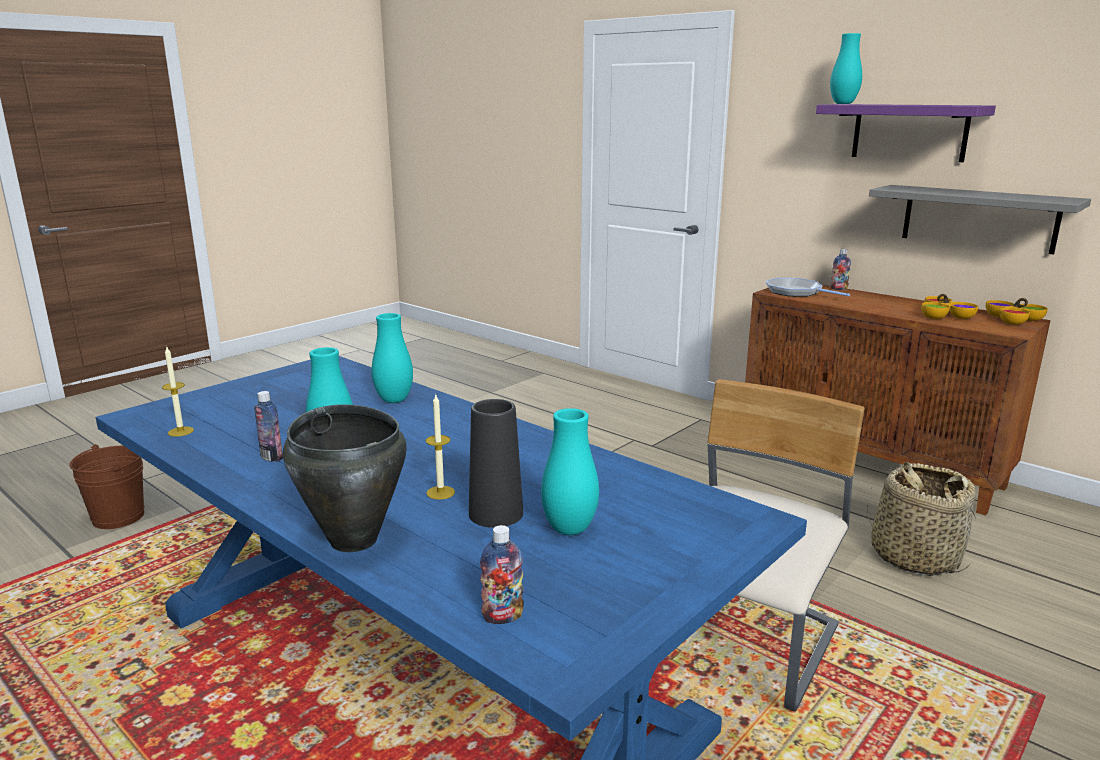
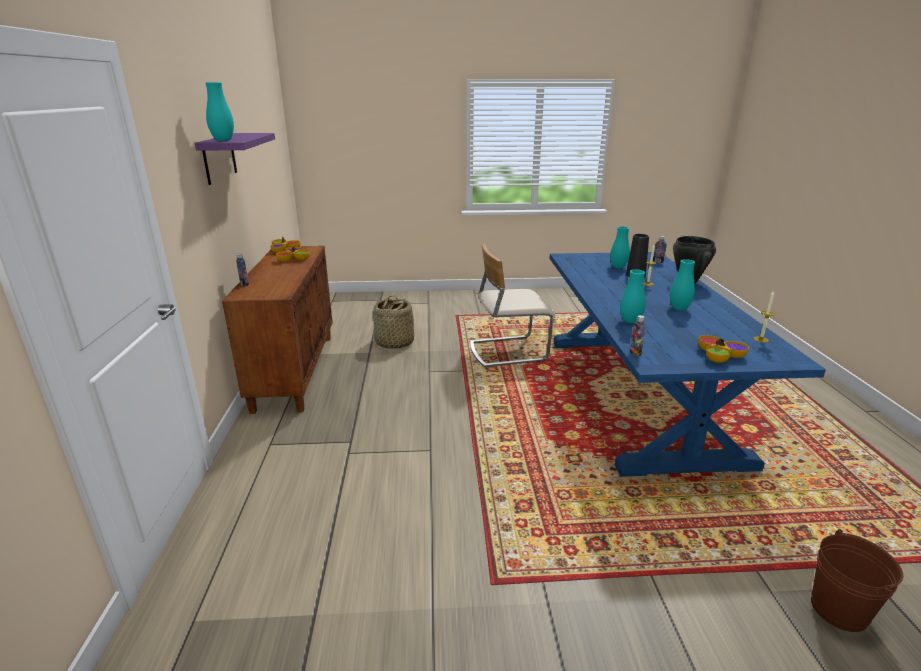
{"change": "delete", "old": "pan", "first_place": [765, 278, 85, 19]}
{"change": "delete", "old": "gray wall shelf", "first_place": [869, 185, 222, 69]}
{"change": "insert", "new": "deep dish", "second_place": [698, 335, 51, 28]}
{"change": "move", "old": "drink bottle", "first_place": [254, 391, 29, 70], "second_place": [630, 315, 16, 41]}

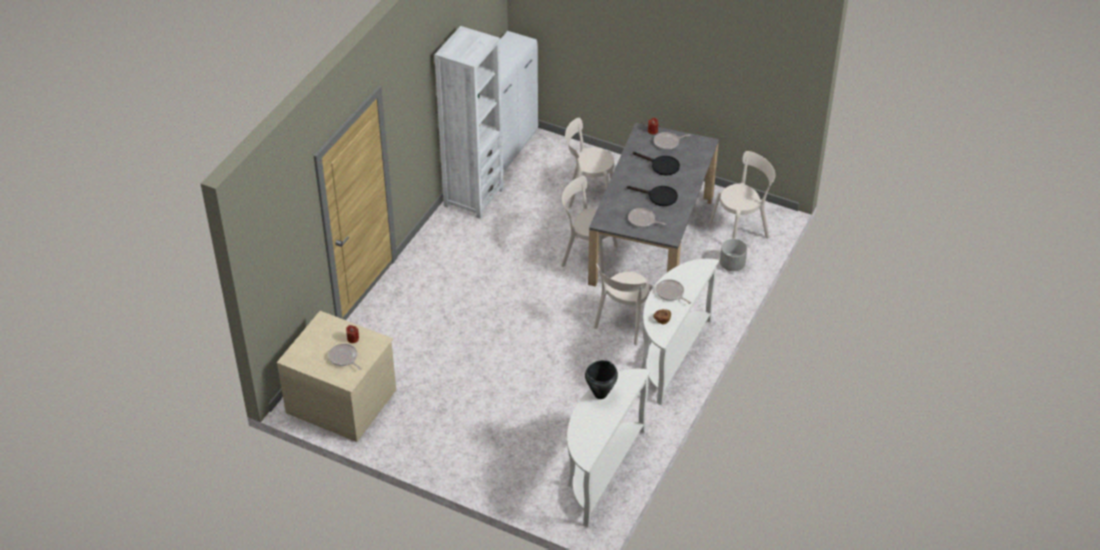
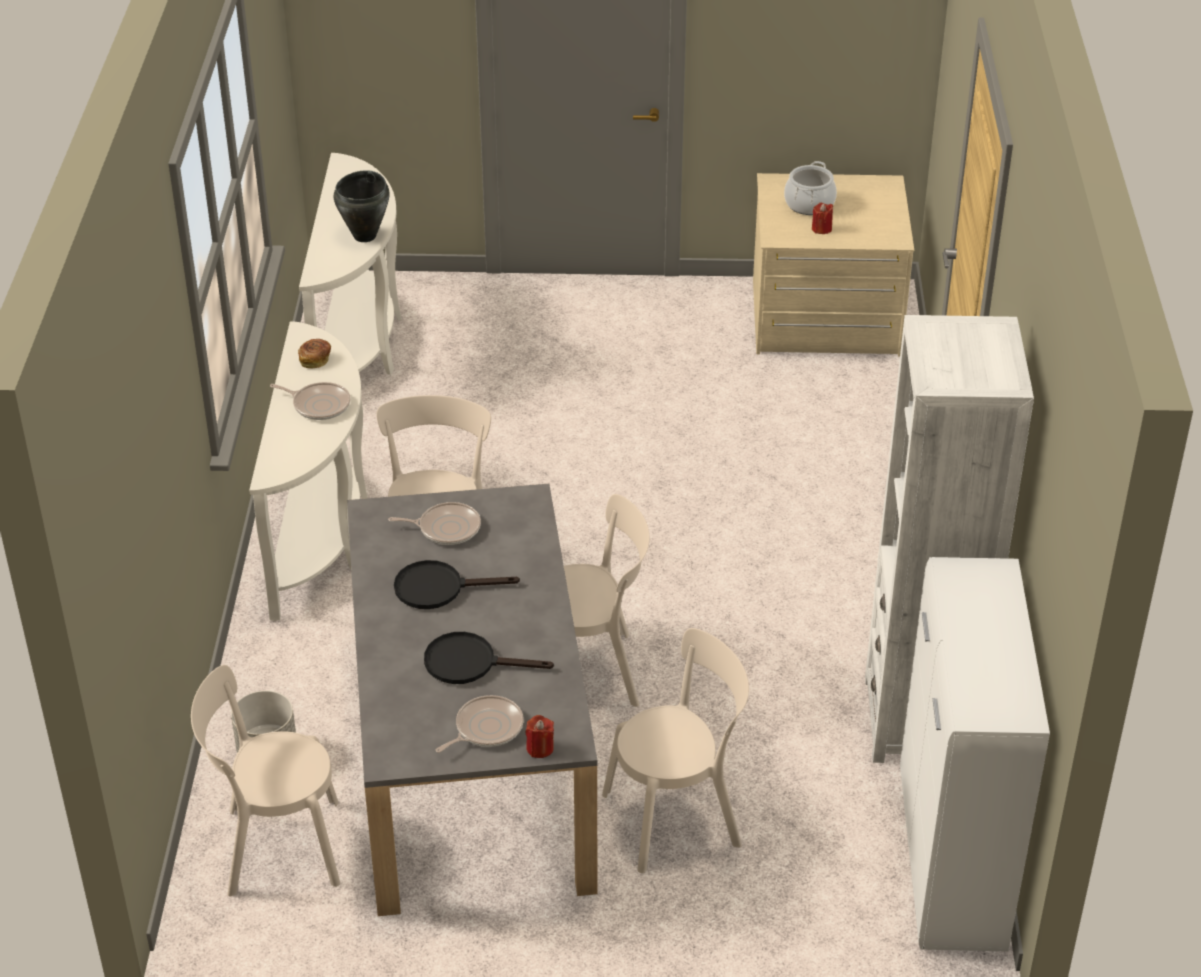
{"change": "replace", "old": "pan", "new": "cooking pot", "first_place": [328, 344, 34, 26], "second_place": [784, 161, 53, 54]}
{"change": "rotate", "old": "beige plain chair", "first_place": [709, 151, 66, 88], "second_place": [191, 665, 149, 231], "degrees": 45}

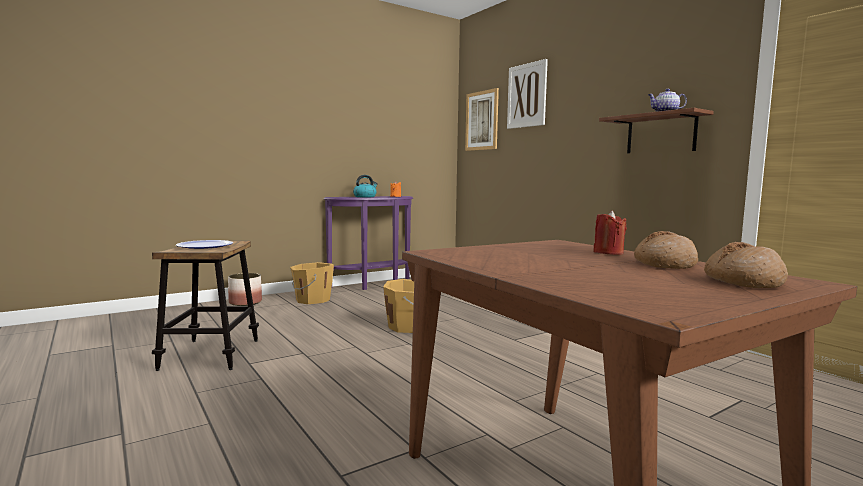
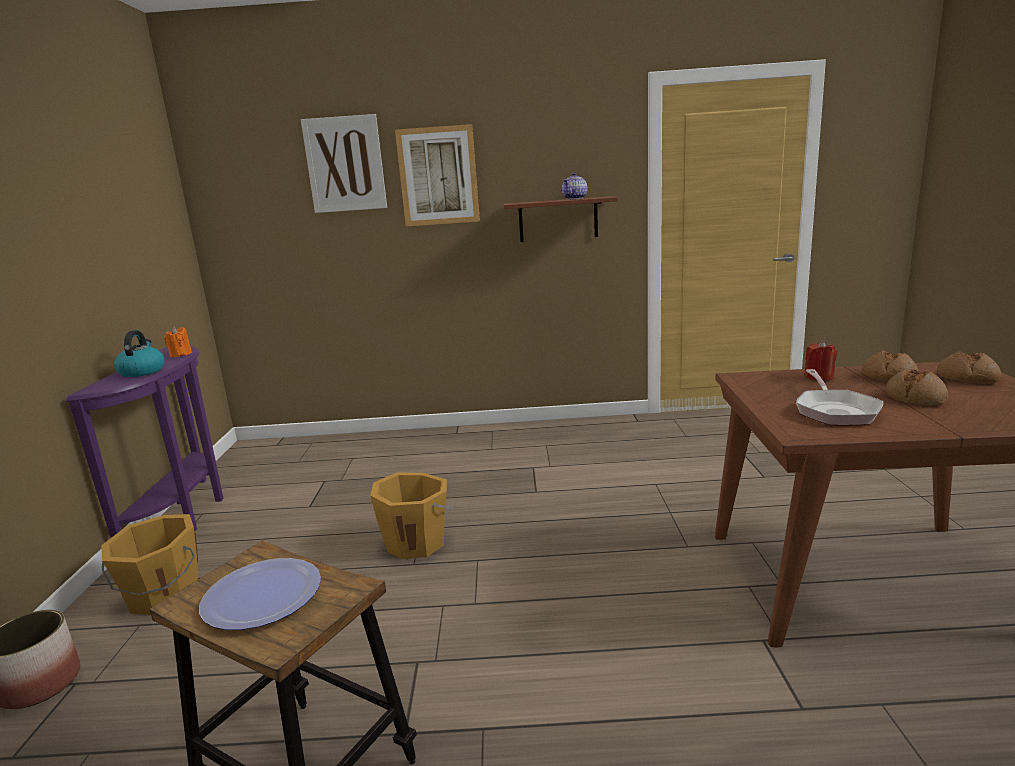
{"change": "insert", "new": "pan", "second_place": [796, 369, 87, 56]}
{"change": "insert", "new": "bakery bread", "second_place": [885, 369, 63, 37]}
{"change": "move", "old": "picture", "first_place": [465, 88, 34, 63], "second_place": [395, 124, 85, 102]}

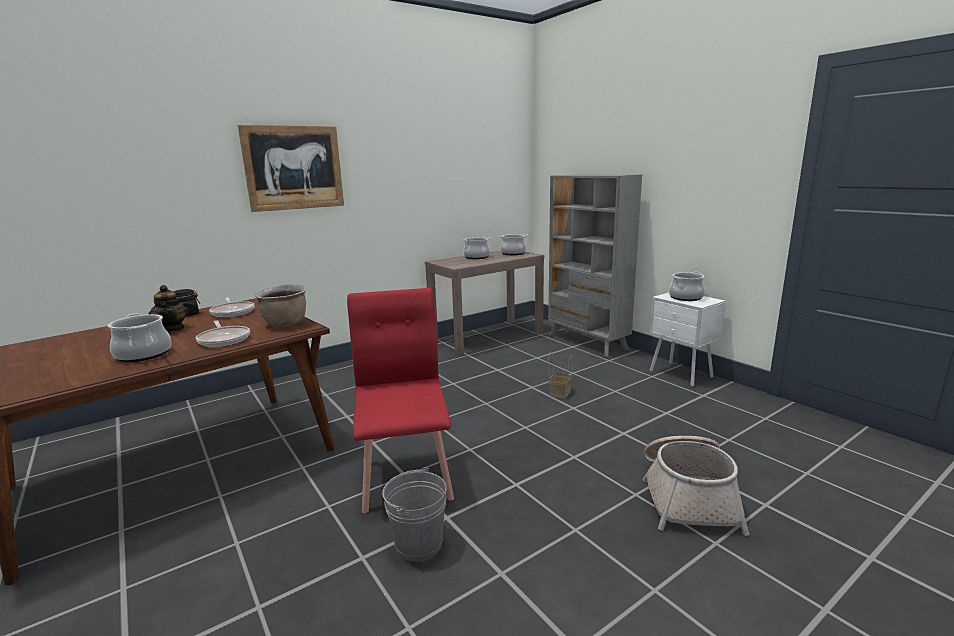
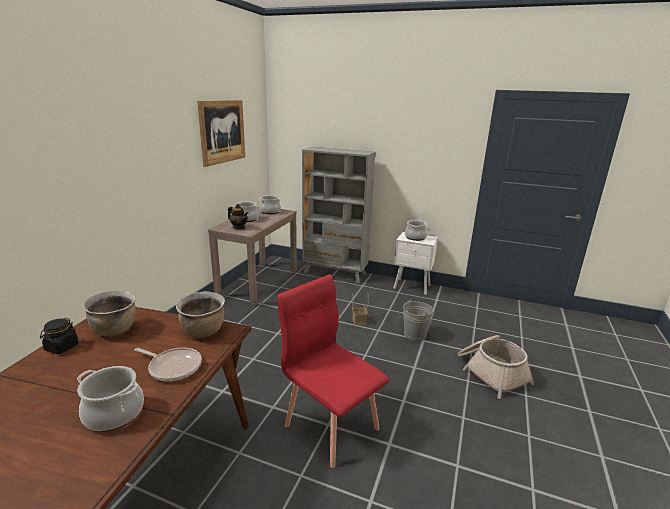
{"change": "move", "old": "tea pot", "first_place": [148, 285, 40, 47], "second_place": [228, 204, 21, 25]}
{"change": "move", "old": "picture", "first_place": [238, 125, 106, 87], "second_place": [197, 100, 48, 67]}
{"change": "move", "old": "gray bucket", "first_place": [382, 467, 65, 95], "second_place": [403, 299, 30, 42]}
{"change": "replace", "old": "pan", "new": "brown-coloured cooking pot", "first_place": [209, 297, 46, 20], "second_place": [83, 291, 53, 46]}

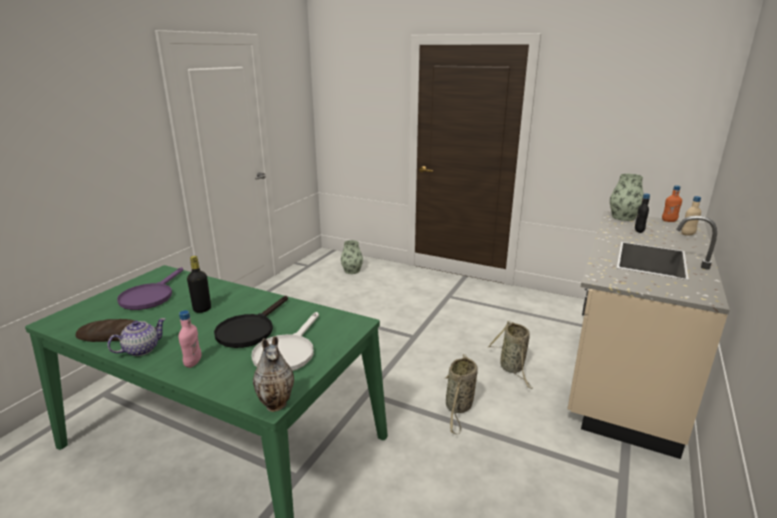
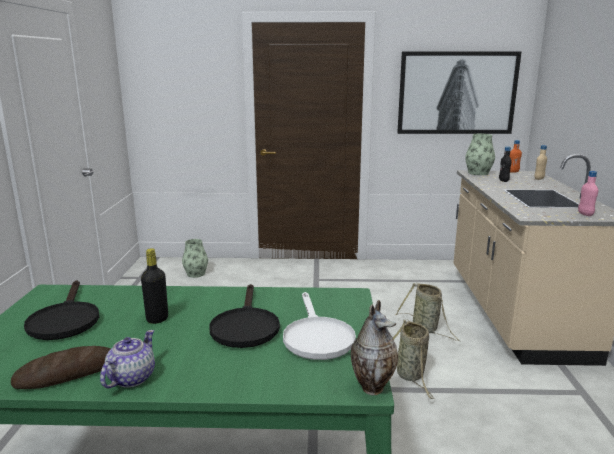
{"change": "insert", "new": "picture", "second_place": [397, 51, 125, 83]}
{"change": "move", "old": "pink-coloured drink bottle", "first_place": [178, 310, 23, 58], "second_place": [578, 171, 20, 45]}
{"change": "recolor", "old": "purple-coloured pan", "new": "blackish pan", "first_place": [117, 267, 66, 43], "second_place": [24, 280, 76, 60]}

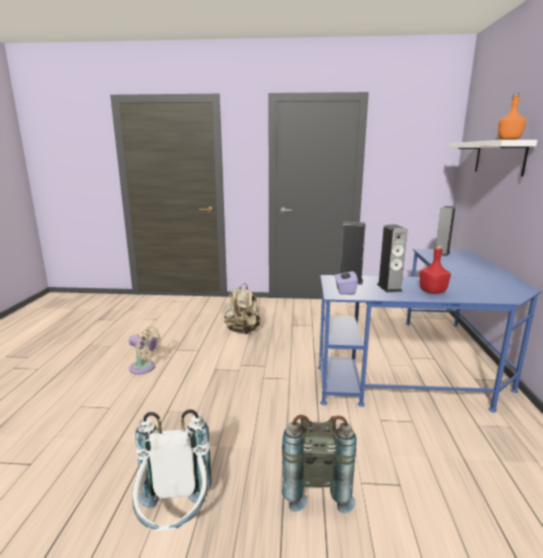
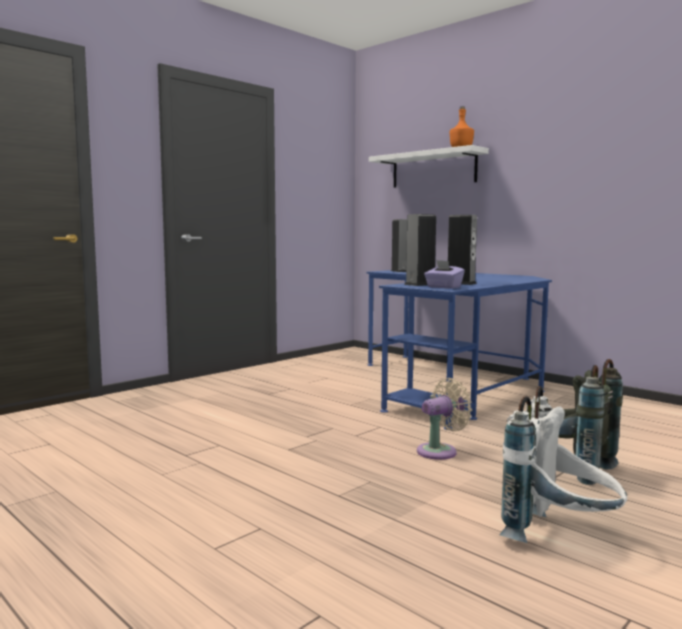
{"change": "delete", "old": "beige knapsack", "first_place": [224, 283, 37, 51]}
{"change": "delete", "old": "red-coloured drink bottle", "first_place": [420, 245, 31, 49]}
{"change": "move", "old": "beige fan", "first_place": [129, 326, 32, 48], "second_place": [417, 378, 55, 82]}

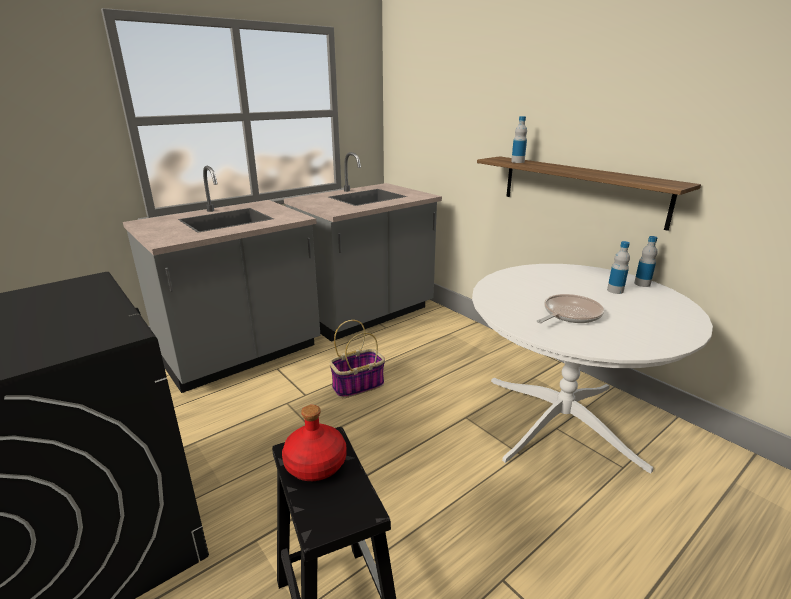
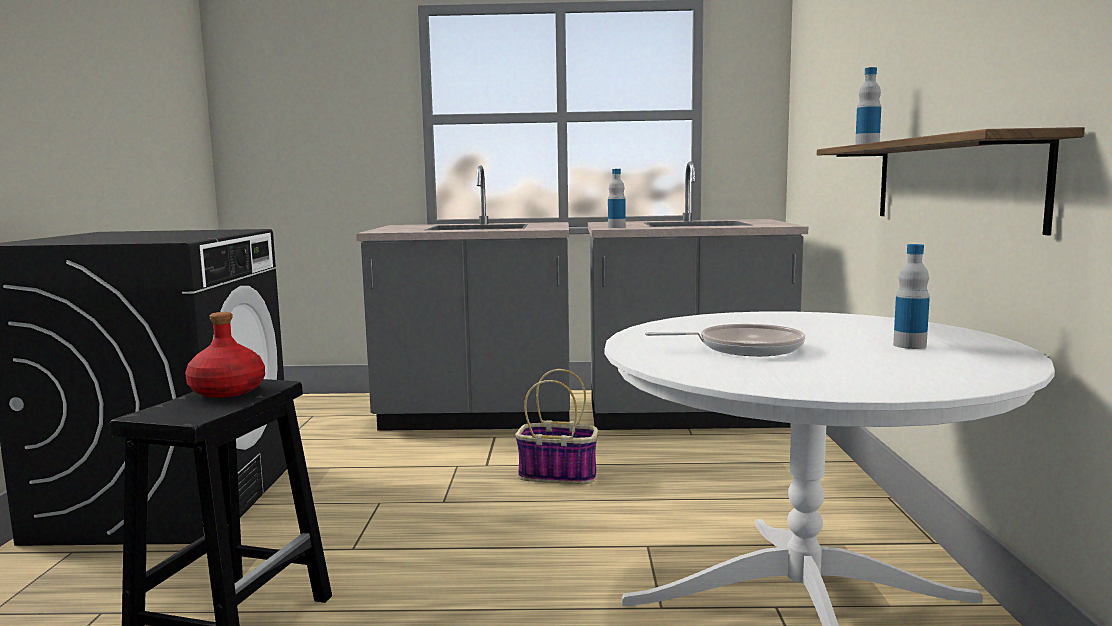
{"change": "move", "old": "drink bottle", "first_place": [634, 236, 24, 51], "second_place": [608, 169, 18, 59]}

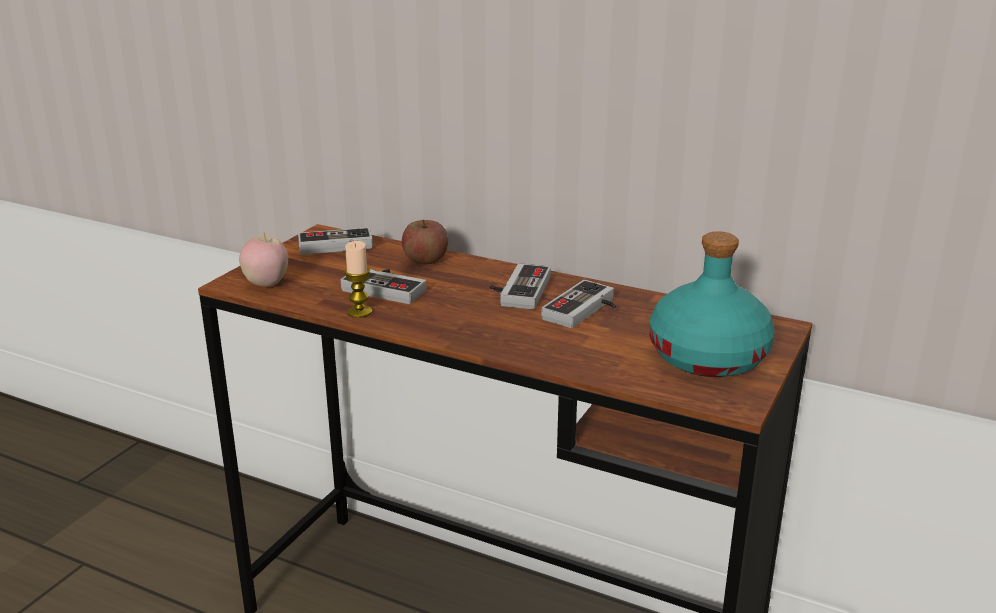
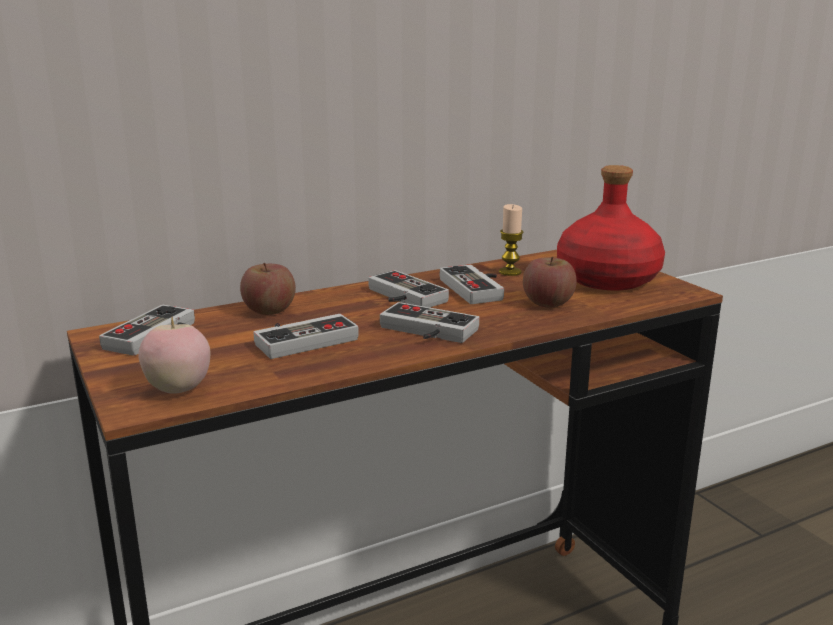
{"change": "insert", "new": "gamepad", "second_place": [380, 302, 99, 41]}
{"change": "insert", "new": "apple", "second_place": [523, 257, 54, 51]}
{"change": "move", "old": "wax candle", "first_place": [344, 241, 28, 77], "second_place": [499, 204, 25, 72]}
{"change": "recolor", "old": "turquoise-coloured drink bottle", "new": "red-coloured drink bottle", "first_place": [650, 231, 125, 146], "second_place": [557, 165, 108, 125]}

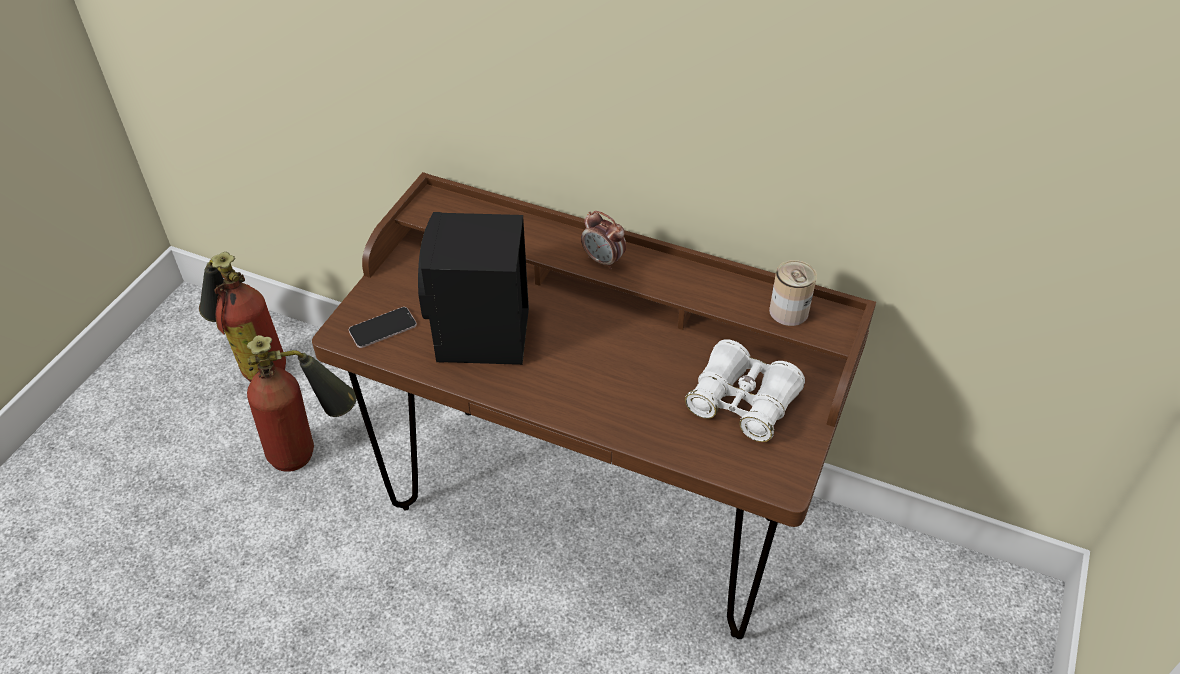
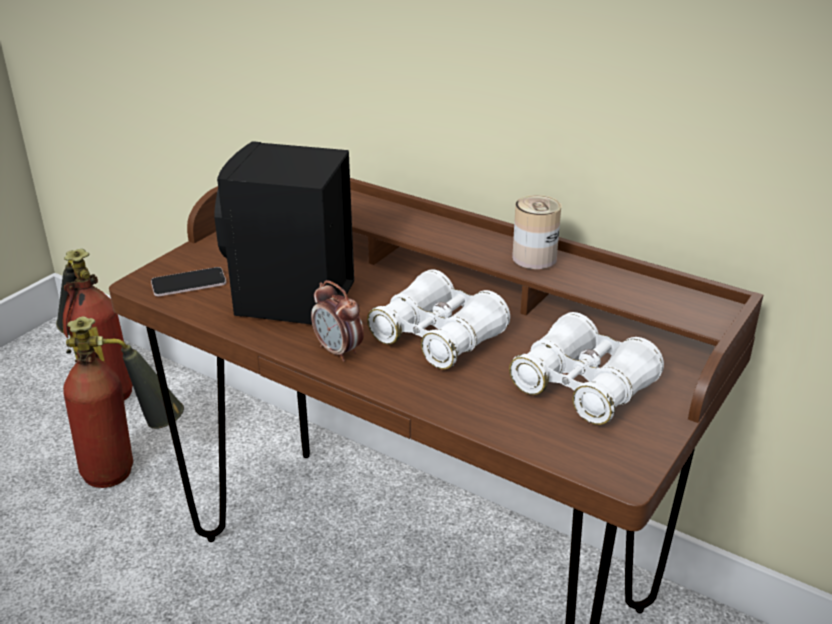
{"change": "insert", "new": "whitish binoculars", "second_place": [367, 269, 143, 100]}
{"change": "move", "old": "table clock", "first_place": [581, 211, 45, 59], "second_place": [311, 280, 53, 82]}
{"change": "move", "old": "metal can", "first_place": [769, 260, 48, 66], "second_place": [512, 195, 49, 74]}

